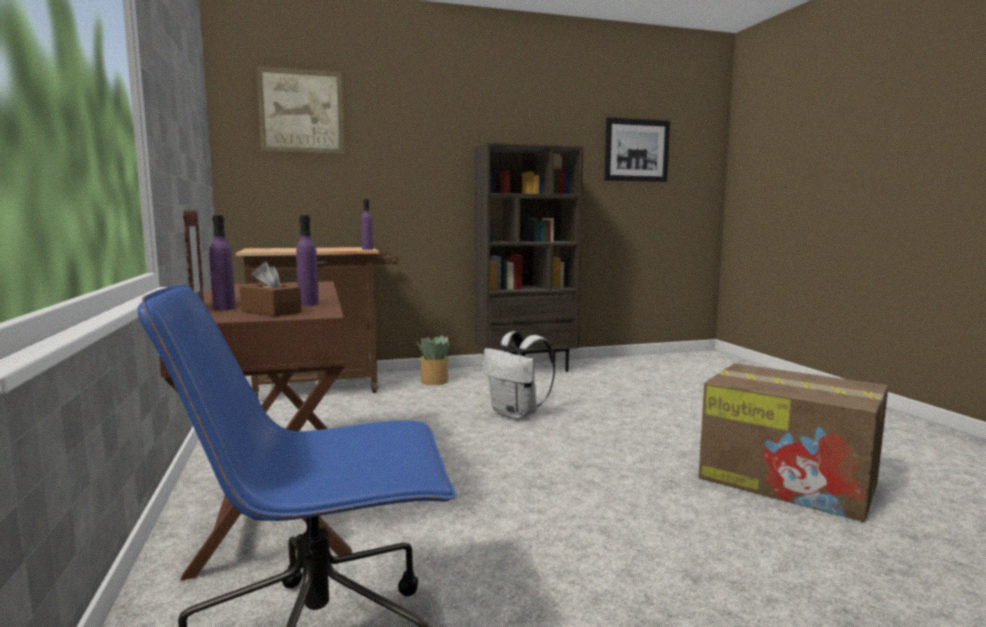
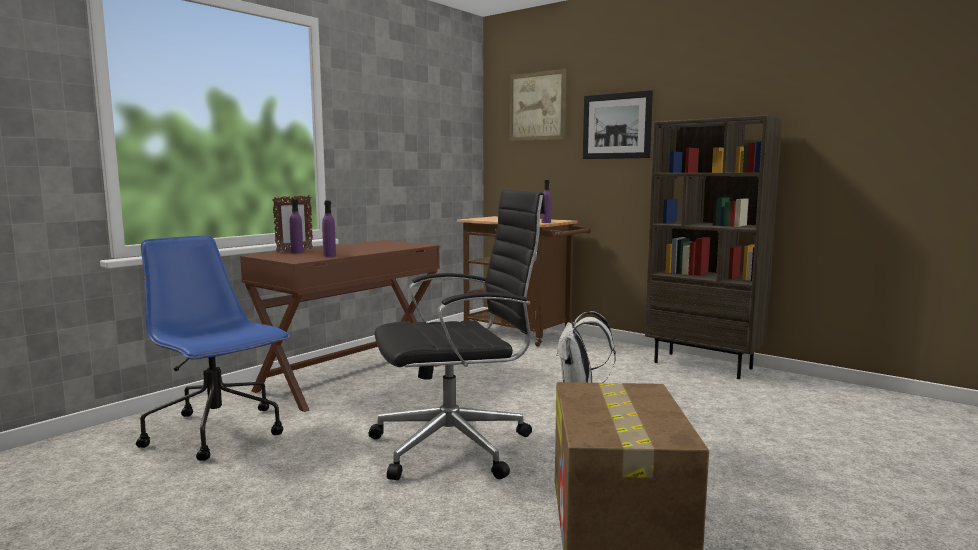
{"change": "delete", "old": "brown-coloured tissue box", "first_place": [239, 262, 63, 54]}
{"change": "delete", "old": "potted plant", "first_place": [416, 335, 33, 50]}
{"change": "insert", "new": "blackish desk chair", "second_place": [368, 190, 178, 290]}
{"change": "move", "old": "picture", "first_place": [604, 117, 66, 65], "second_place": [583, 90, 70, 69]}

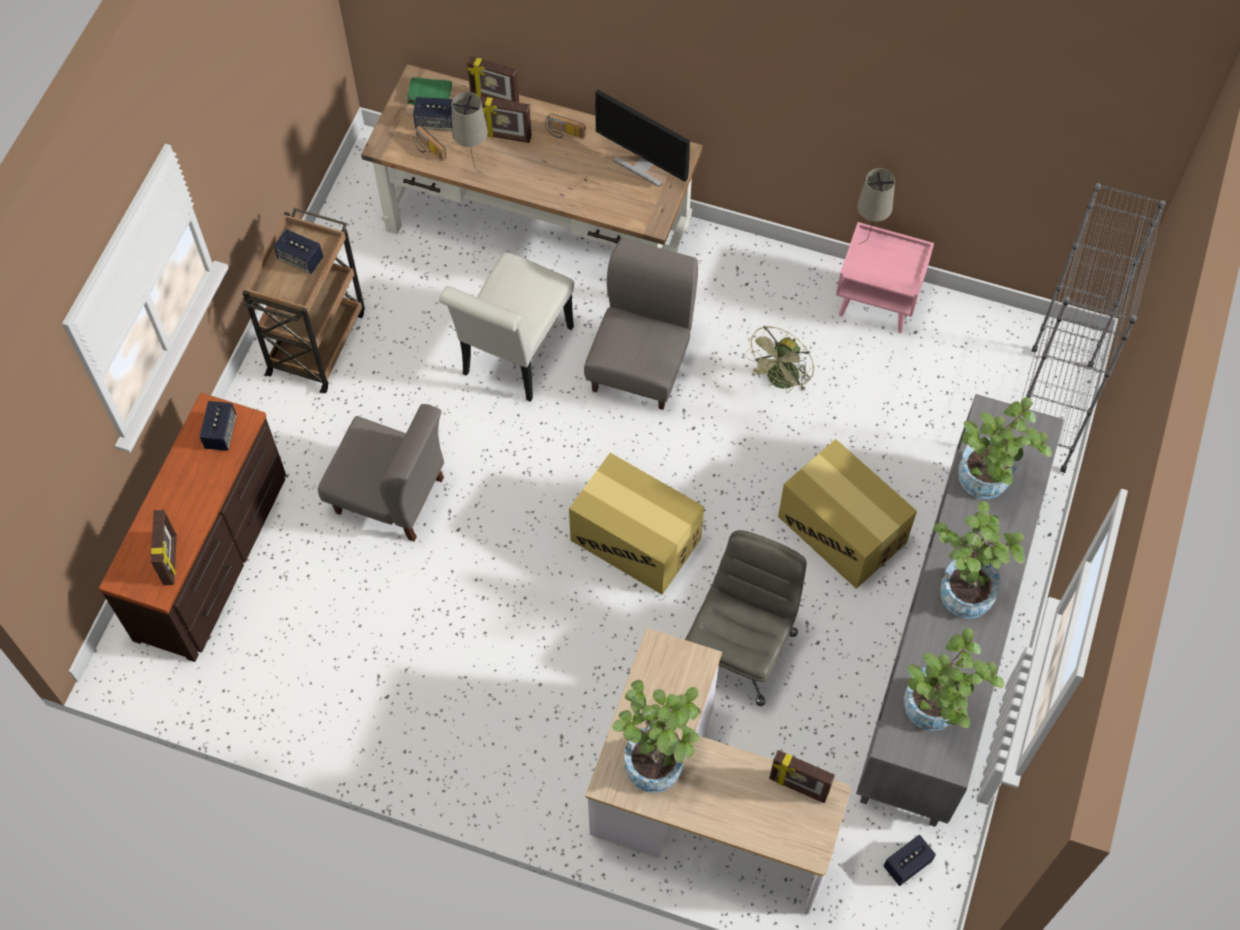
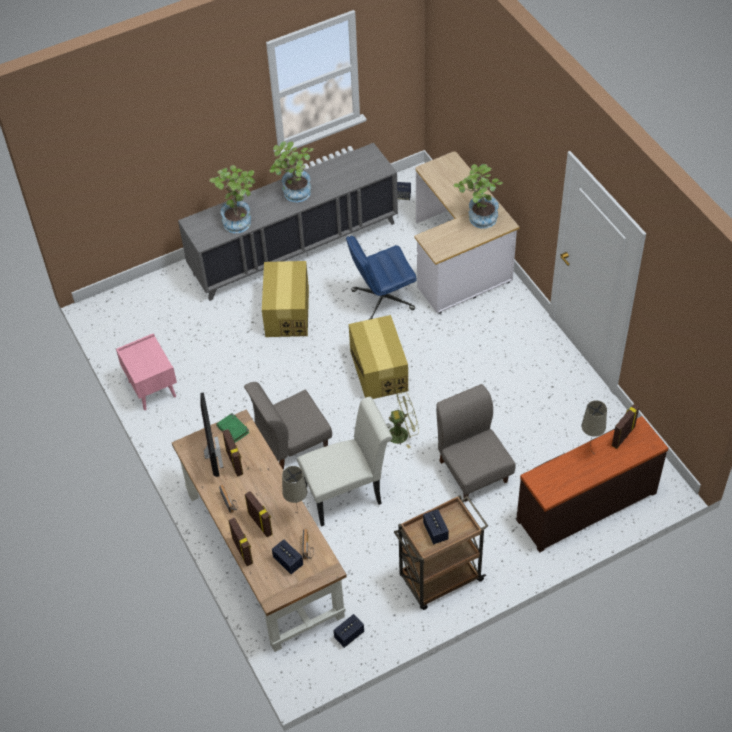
{"change": "delete", "old": "potted plant", "first_place": [904, 628, 100, 103]}
{"change": "delete", "old": "gray bookshelf", "first_place": [1021, 183, 144, 290]}
{"change": "move", "old": "speaker", "first_place": [200, 401, 37, 50], "second_place": [333, 614, 31, 34]}
{"change": "move", "old": "greenish bound book", "first_place": [407, 77, 45, 28], "second_place": [216, 413, 34, 30]}
{"change": "move", "old": "greenish fan", "first_place": [745, 326, 69, 67], "second_place": [388, 392, 31, 56]}
{"change": "move", "old": "picture frame", "first_place": [769, 750, 66, 53], "second_place": [222, 429, 21, 48]}
{"change": "move", "old": "beige lamp for a table", "first_place": [857, 168, 38, 76], "second_place": [582, 400, 25, 49]}
{"change": "recolor", "old": "gray desk chair", "new": "blue desk chair", "first_place": [685, 530, 122, 176], "second_place": [346, 235, 71, 85]}

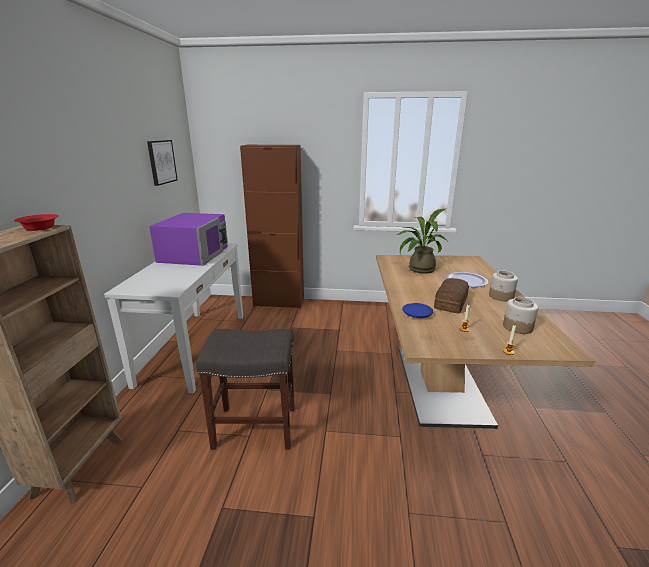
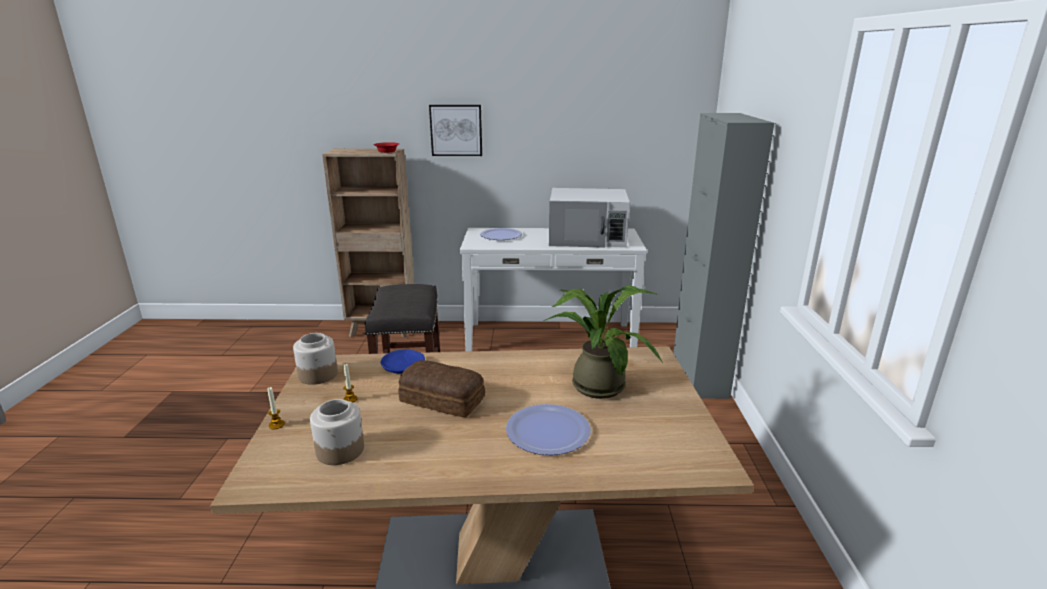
{"change": "insert", "new": "dinner plate", "second_place": [480, 228, 42, 12]}
{"change": "move", "old": "picture", "first_place": [147, 140, 31, 46], "second_place": [429, 105, 53, 51]}
{"change": "move", "old": "jar", "first_place": [489, 271, 29, 30], "second_place": [293, 333, 45, 52]}
{"change": "recolor", "old": "purple-coloured kitchen microwave", "new": "whitish kitchen microwave", "first_place": [149, 213, 79, 53], "second_place": [549, 188, 81, 60]}
{"change": "recolor", "old": "brown-coloured cabinet", "new": "gray cabinet", "first_place": [240, 145, 64, 164], "second_place": [673, 113, 101, 286]}

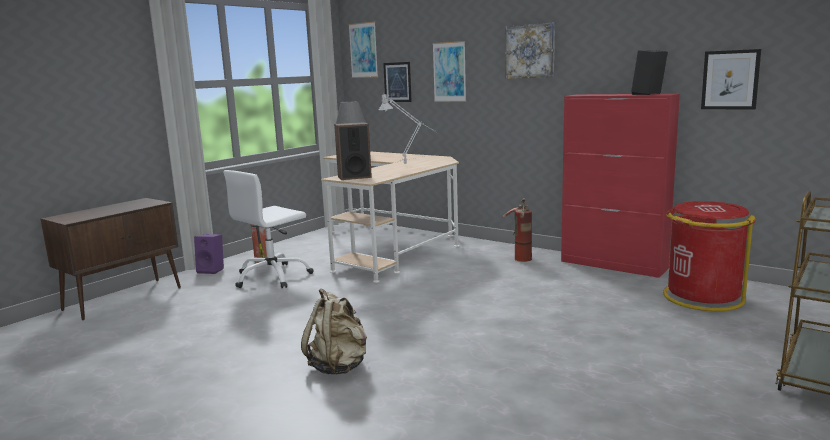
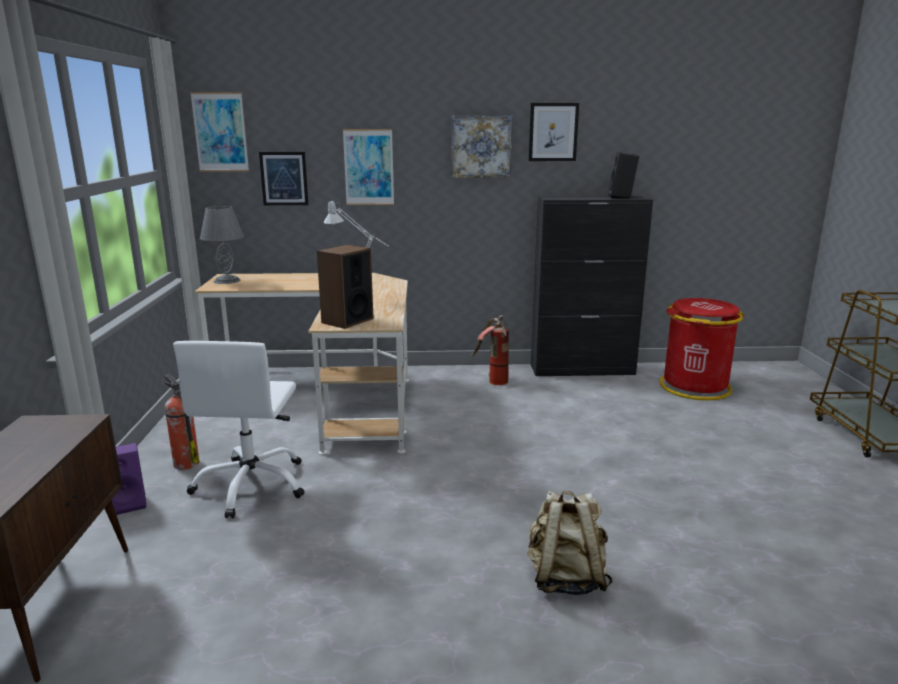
{"change": "move", "old": "picture", "first_place": [701, 49, 60, 61], "second_place": [528, 103, 51, 58]}
{"change": "recolor", "old": "red-coloured cabinet", "new": "blackish cabinet", "first_place": [561, 94, 119, 184], "second_place": [531, 196, 122, 180]}

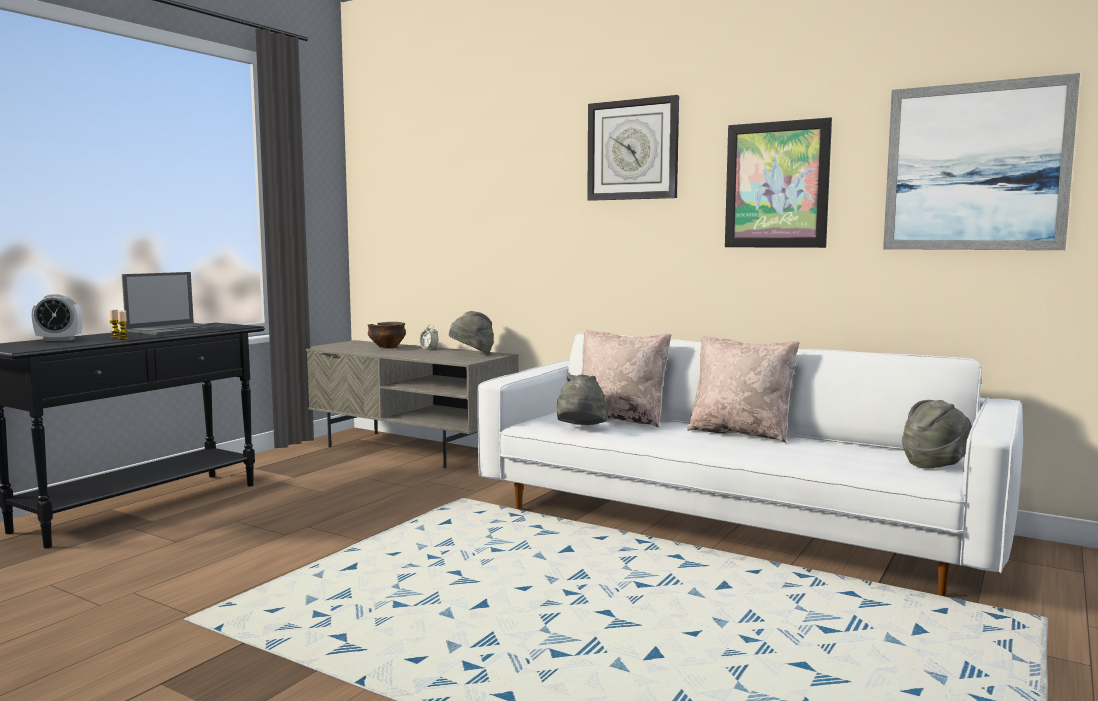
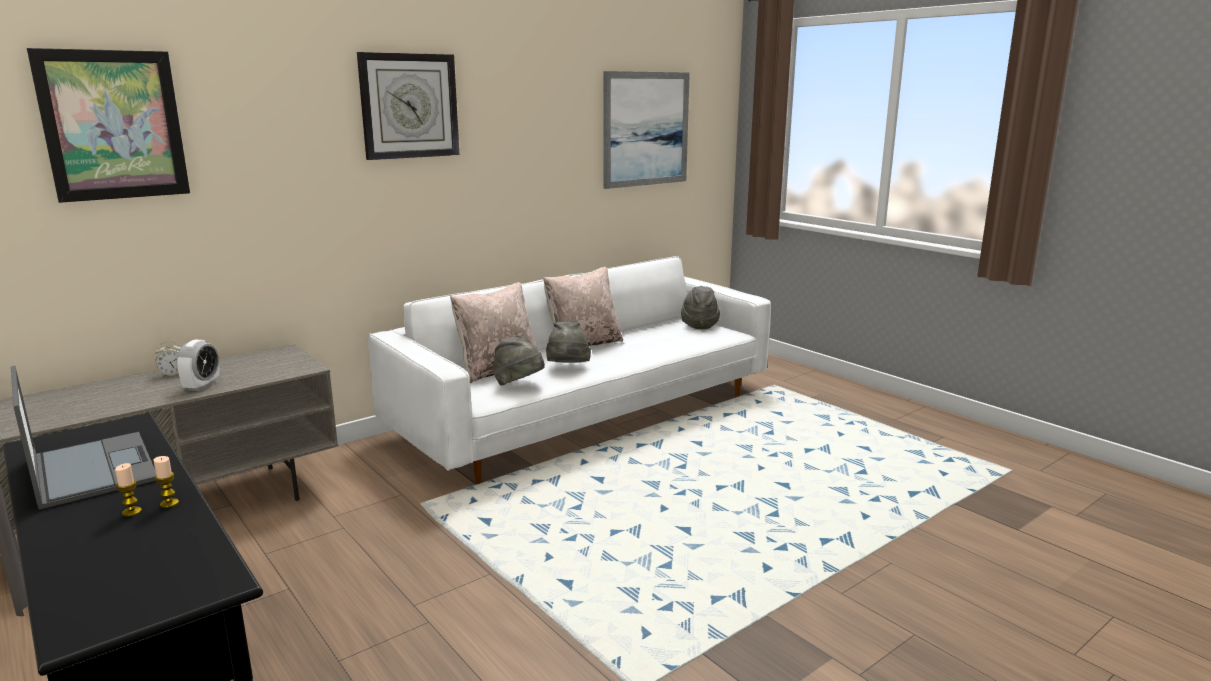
{"change": "delete", "old": "deep dish", "first_place": [368, 322, 38, 26]}
{"change": "move", "old": "table clock", "first_place": [32, 293, 50, 48], "second_place": [176, 339, 43, 52]}
{"change": "move", "old": "gray clothing hat", "first_place": [449, 311, 45, 43], "second_place": [546, 322, 45, 41]}
{"change": "move", "old": "picture", "first_place": [725, 117, 107, 131], "second_place": [27, 48, 163, 155]}

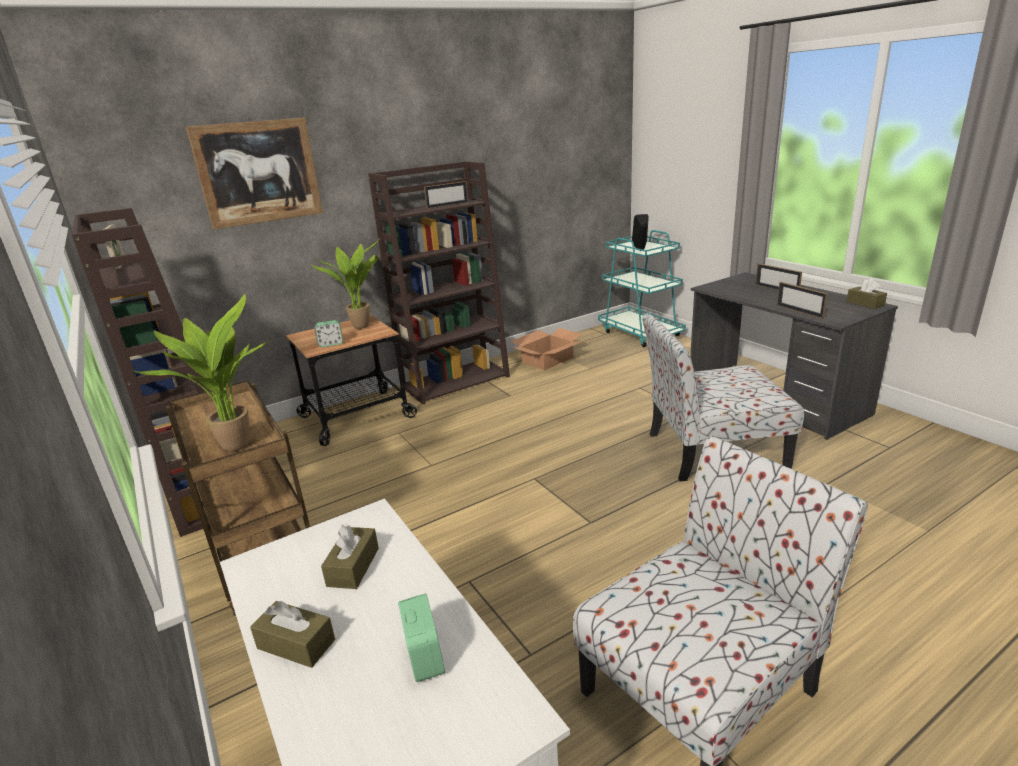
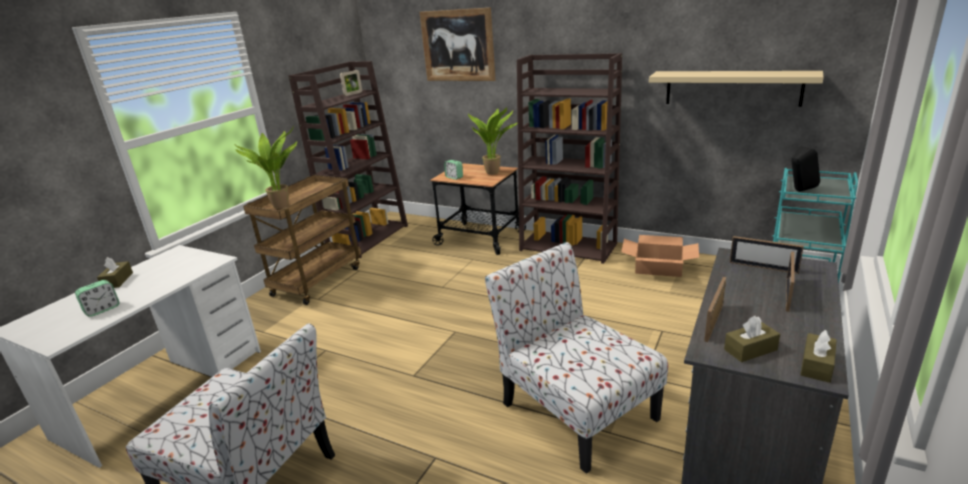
{"change": "insert", "new": "beige wall shelf", "second_place": [649, 71, 175, 36]}
{"change": "move", "old": "brown-coloured tissue box", "first_place": [321, 523, 58, 66], "second_place": [724, 316, 56, 46]}
{"change": "move", "old": "picture frame", "first_place": [424, 181, 45, 28], "second_place": [730, 236, 74, 38]}

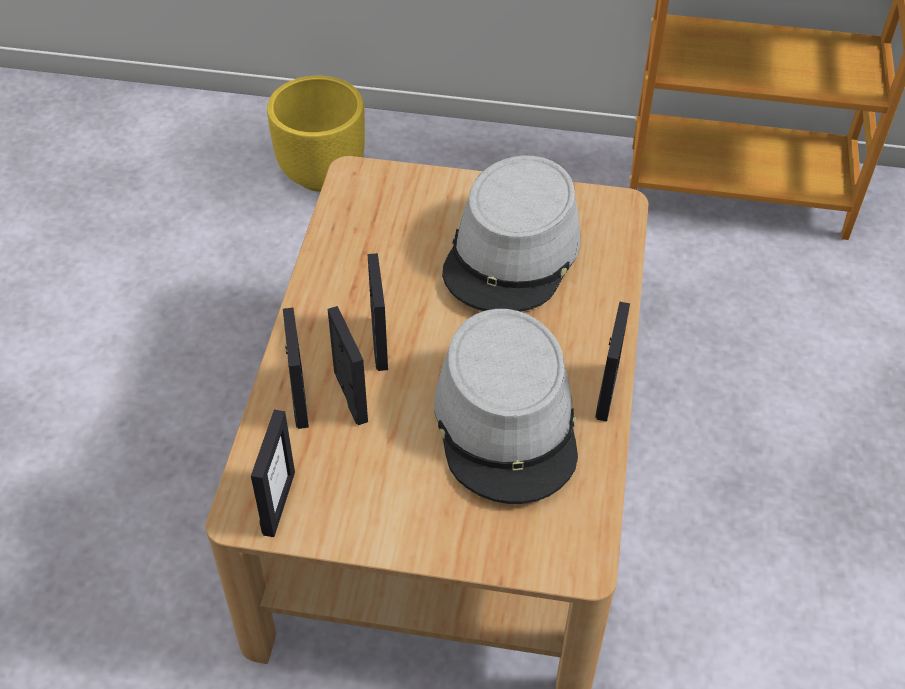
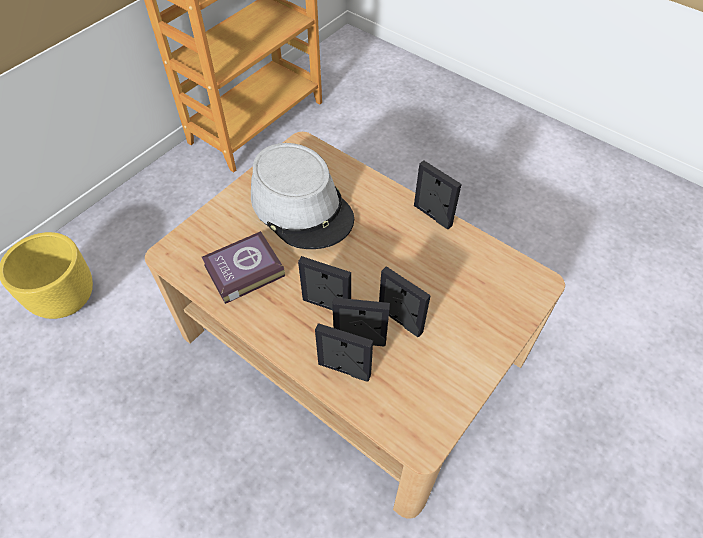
{"change": "delete", "old": "gray clothing hat", "first_place": [434, 309, 144, 195]}
{"change": "insert", "new": "bound book", "second_place": [202, 231, 83, 73]}
{"change": "move", "old": "picture frame", "first_place": [251, 410, 44, 127], "second_place": [379, 266, 52, 71]}

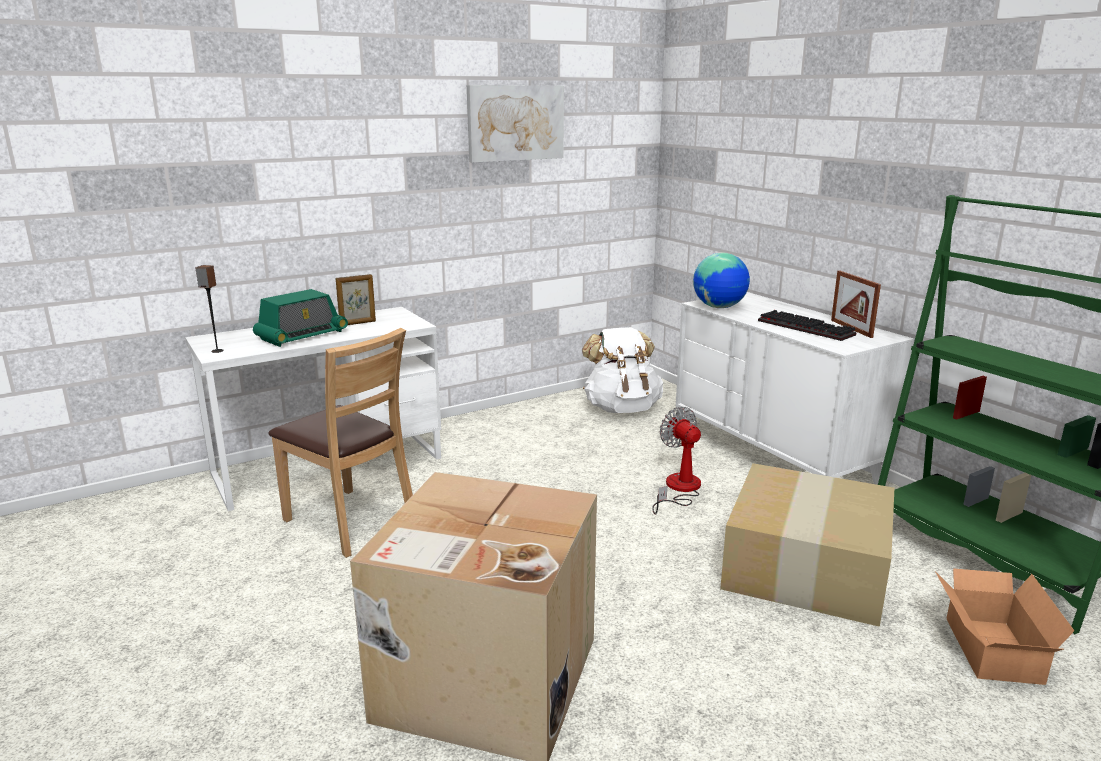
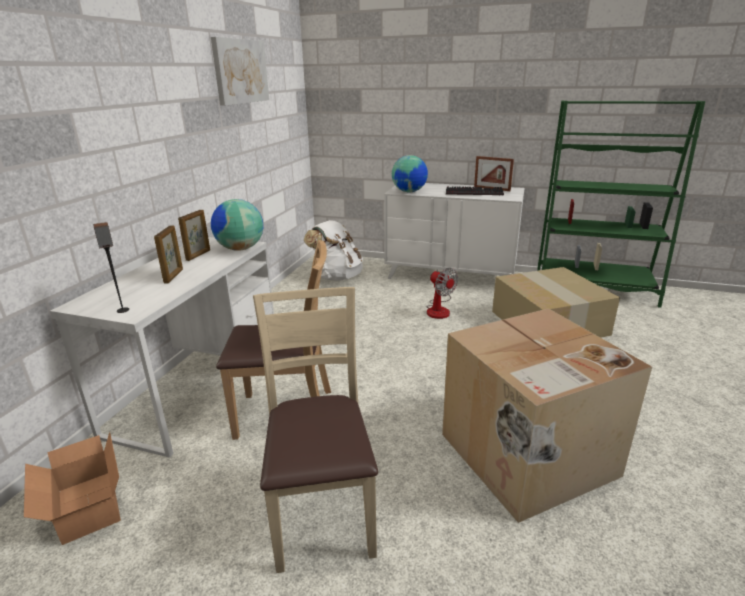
{"change": "insert", "new": "world globe", "second_place": [211, 199, 52, 52]}
{"change": "insert", "new": "beige plain chair", "second_place": [253, 287, 125, 286]}
{"change": "move", "old": "cardboard box", "first_place": [935, 568, 139, 117], "second_place": [24, 432, 97, 113]}
{"change": "replace", "old": "radio receiver", "new": "picture frame", "first_place": [253, 289, 95, 58], "second_place": [154, 225, 29, 58]}
{"change": "rotate", "old": "fan", "first_place": [652, 406, 49, 109], "second_place": [426, 268, 32, 51], "degrees": -150}

